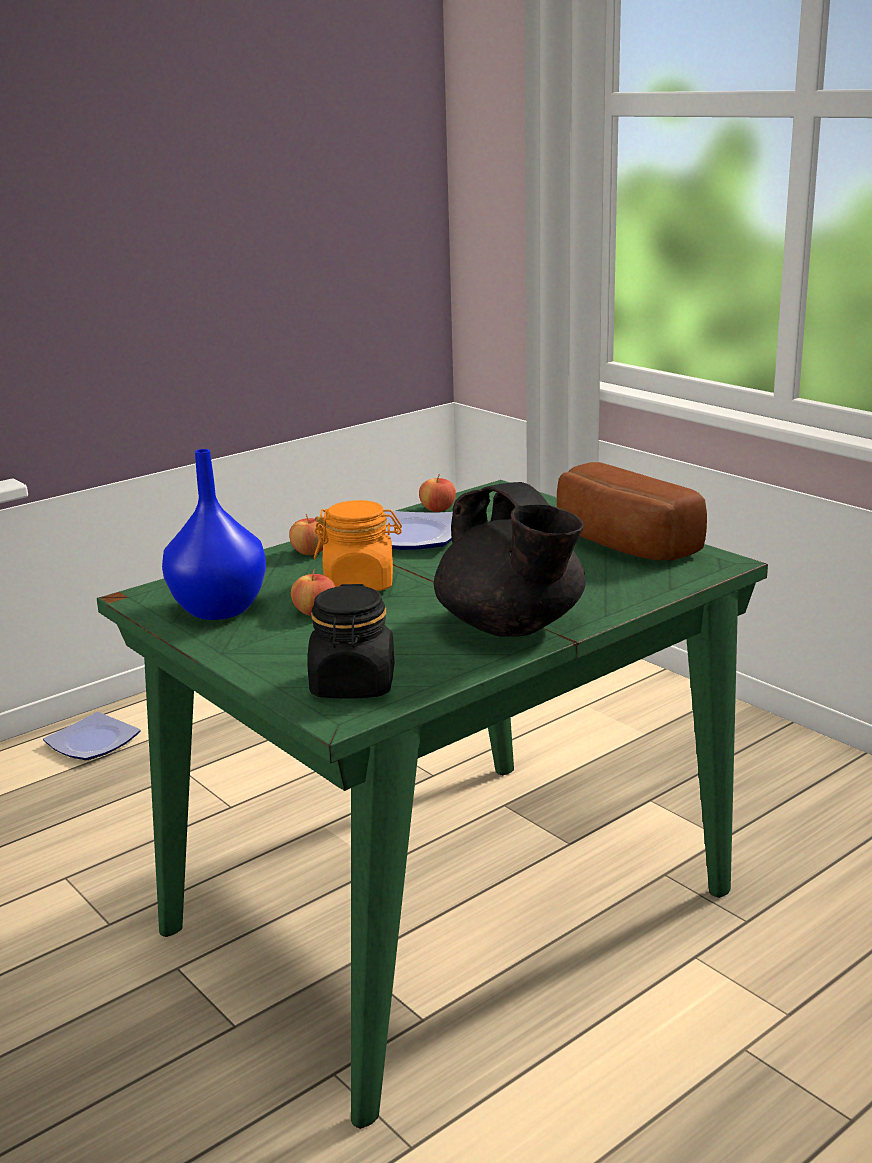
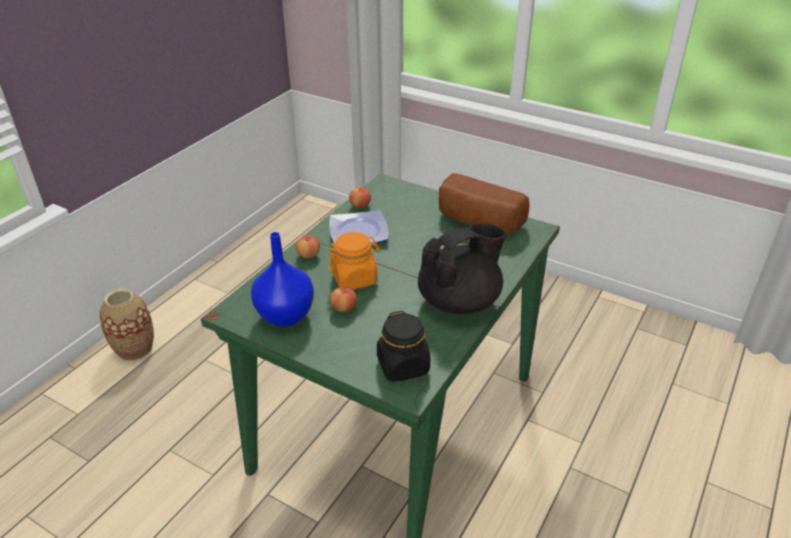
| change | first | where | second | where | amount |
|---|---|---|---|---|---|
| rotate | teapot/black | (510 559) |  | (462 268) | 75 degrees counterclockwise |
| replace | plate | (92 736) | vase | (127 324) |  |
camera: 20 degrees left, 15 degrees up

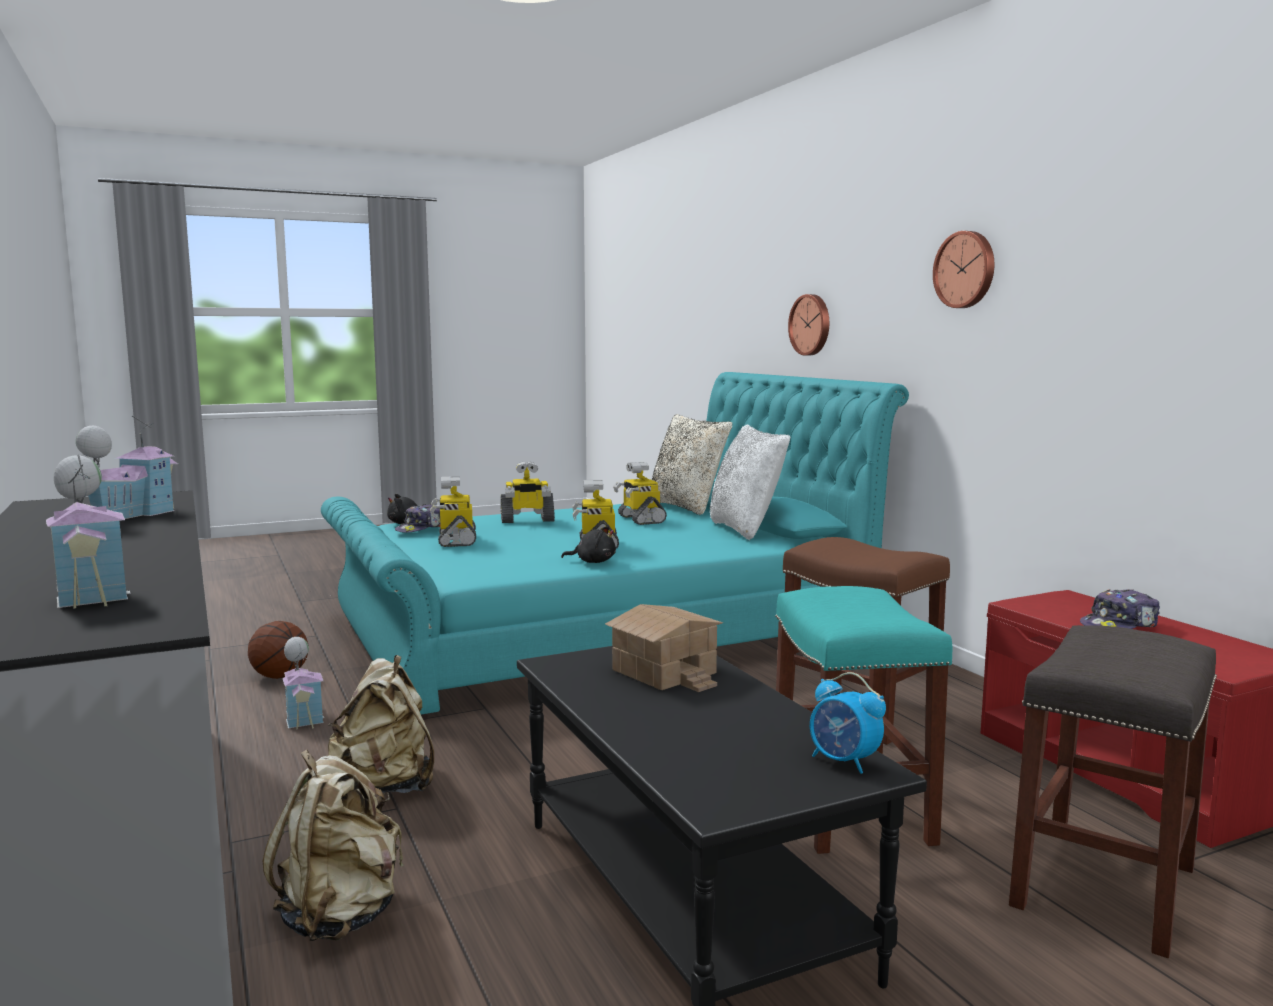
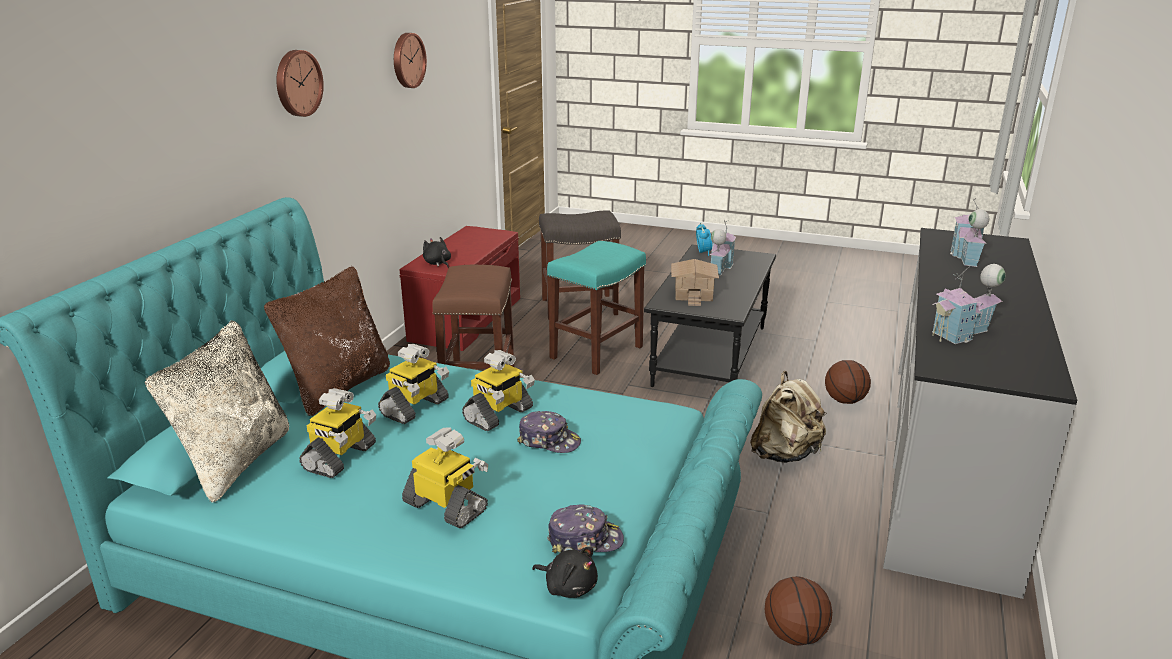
| change | first | where | second | where | amount |
|---|---|---|---|---|---|
| move | wall clock | (808 325) |  | (410 60) |  |
| recolor | pillow/white | (750 482) | pillow/brown | (326 341) |  |
| move | toy robot | (453 511) |  | (413 384) |  |
| move | plush toy/black | (588 544) |  | (437 252) |  |
| move | cap | (1120 609) |  | (549 432) |  |
| move | toy house | (303 683) |  | (722 248) |  |
| replace | backpack/beige | (333 845) | basketball | (848 382) |  |
camera: 135 degrees left, 15 degrees up

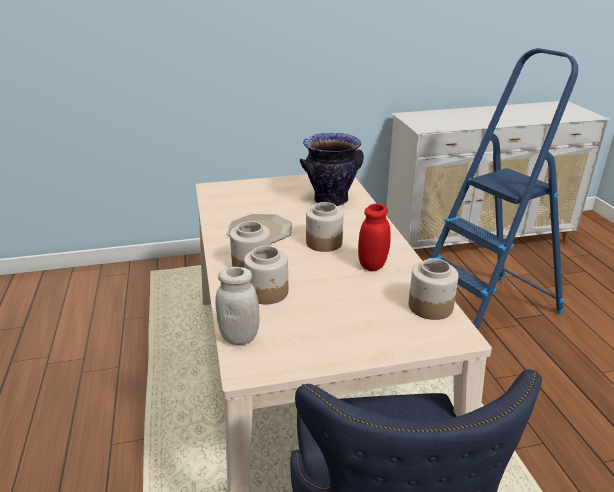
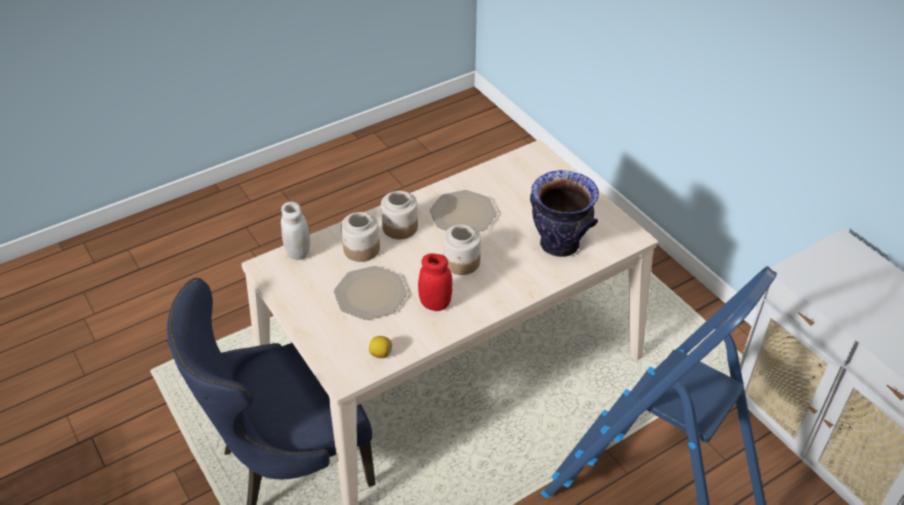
| change | first | where | second | where | amount |
|---|---|---|---|---|---|
| replace | jar | (434 289) | lemon | (380 347) |  |
| insert |  |  | plate | (370 293) |  |
camera: 70 degrees right, 15 degrees up

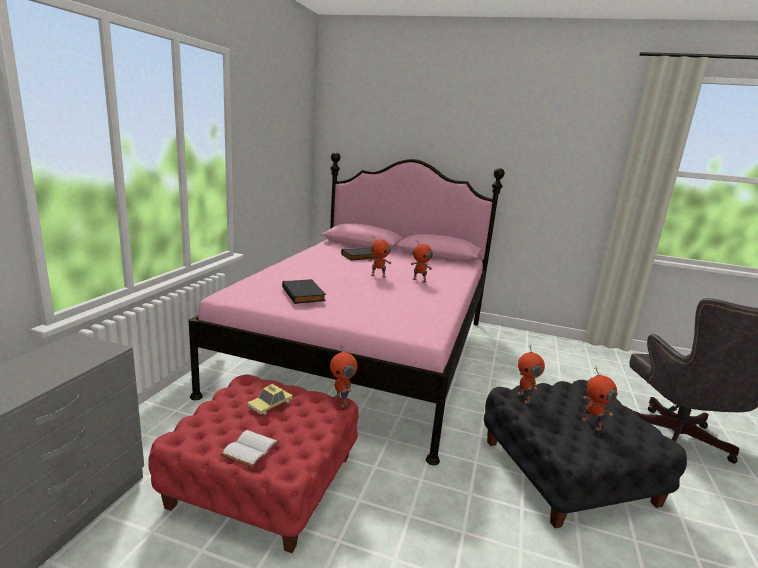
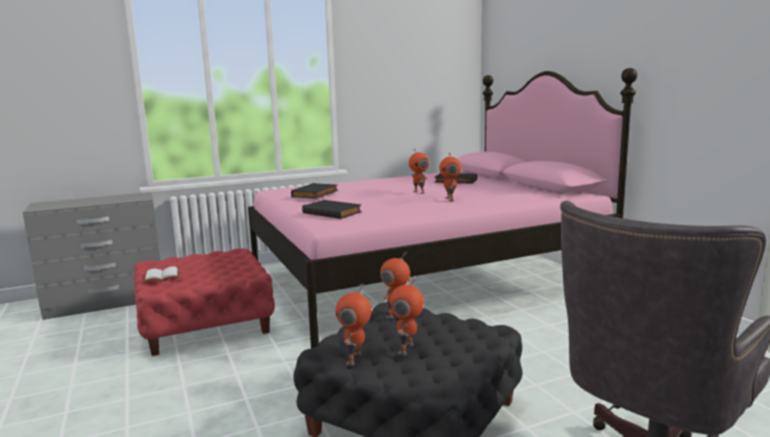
| change | first | where | second | where | amount |
|---|---|---|---|---|---|
| move | toy robot | (343 375) |  | (354 324) |  |
| delete | toy car | (270 399) |  |  |  |
| insert |  |  | book/black | (332 209) |  |
camera: 50 degrees right, 5 degrees down

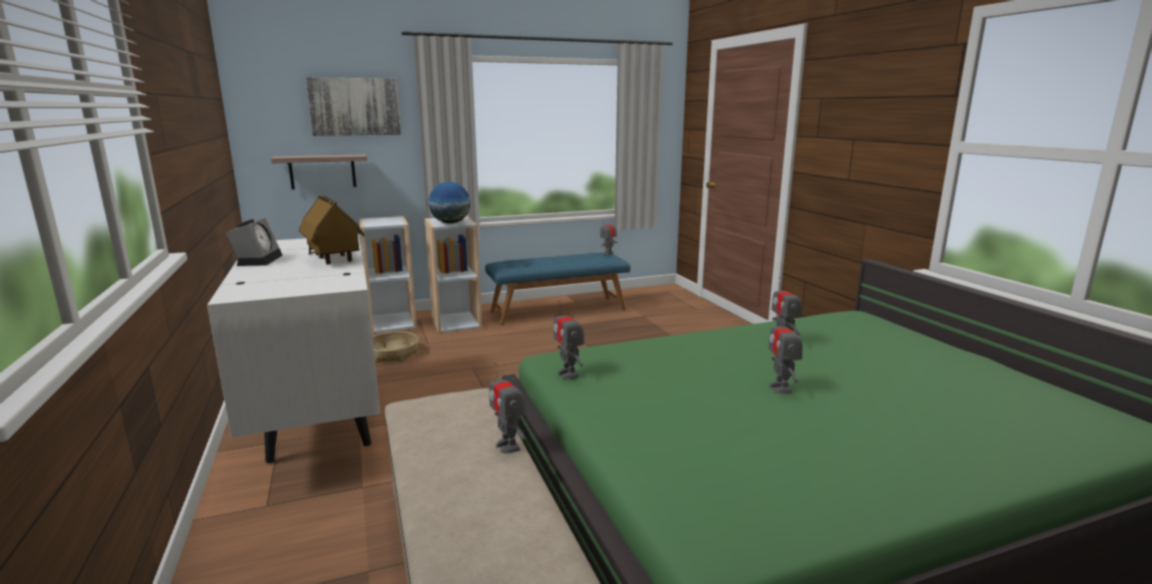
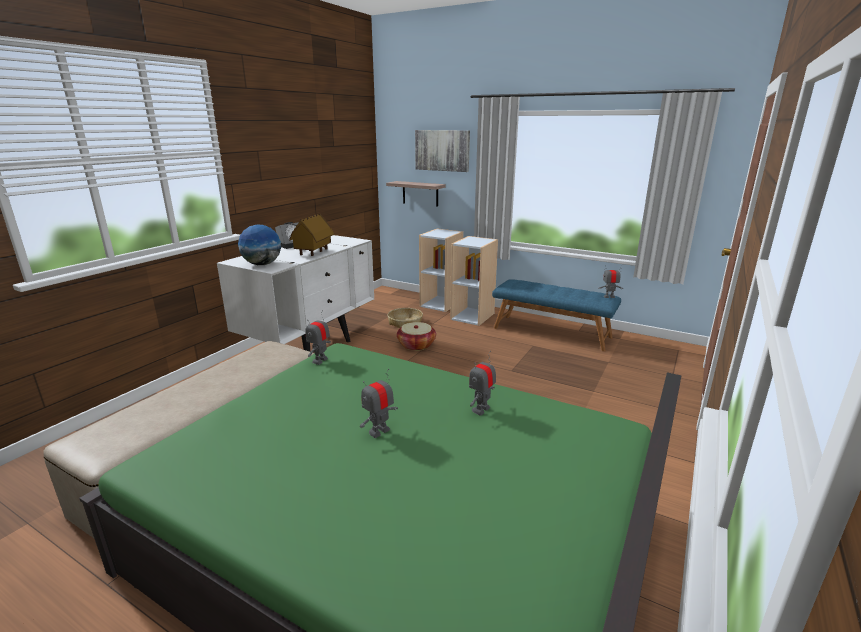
| change | first | where | second | where | amount |
|---|---|---|---|---|---|
| move | globe | (449 203) |  | (259 245) |  |
| delete | toy robot | (507 408) |  |  |  |
| insert |  |  | basket | (416 336) |  |
camera: 50 degrees right, 5 degrees up

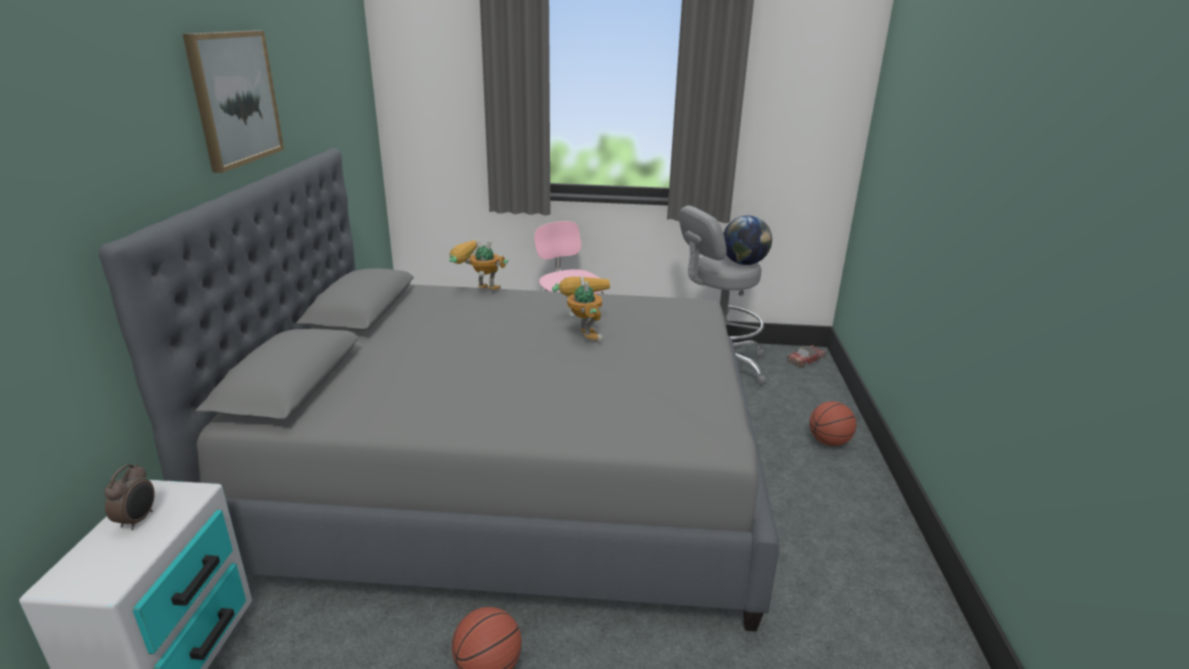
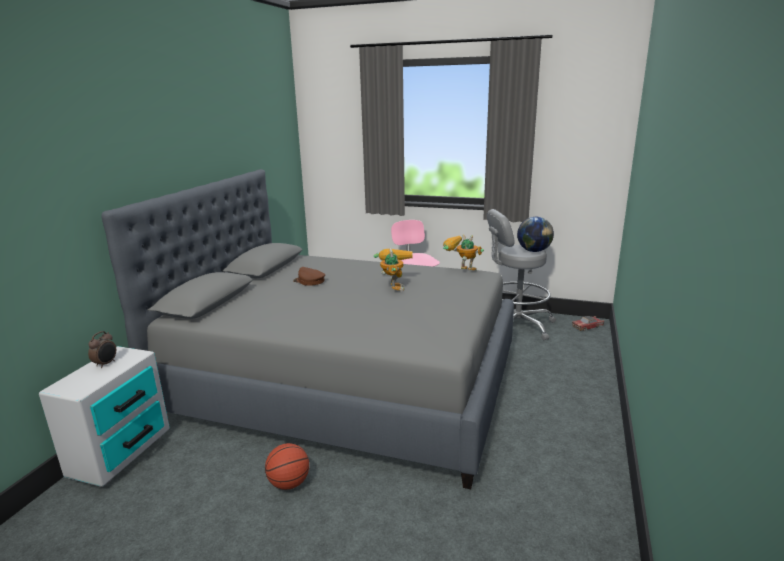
| change | first | where | second | where | amount |
|---|---|---|---|---|---|
| delete | picture | (233 101) |  |  |  |
| move | toy robot | (478 264) |  | (463 252) |  |
| delete | basketball | (833 423) |  |  |  |
| insert |  |  | cap/brown | (309 276) |  |
camera: 15 degrees right, 5 degrees down

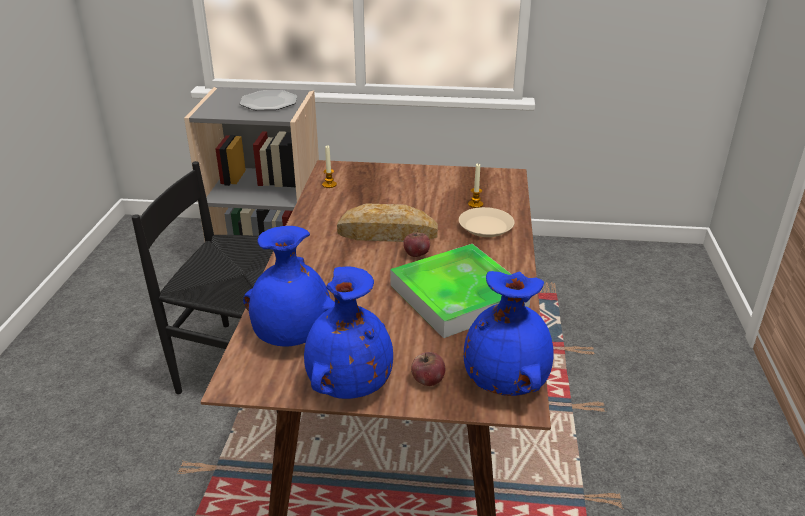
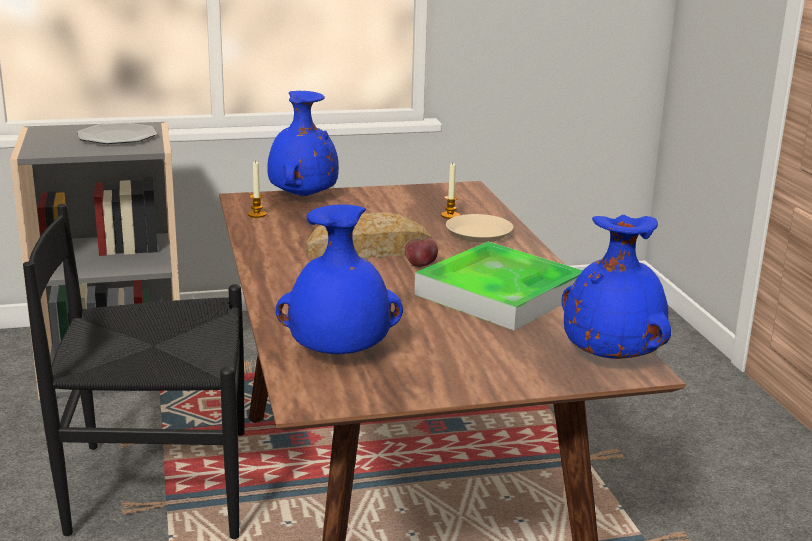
| change | first | where | second | where | amount |
|---|---|---|---|---|---|
| move | vase/blue | (348 332) |  | (303 143) |  |
| delete | apple | (428 369) |  |  |  |
camera: 20 degrees left, 10 degrees down

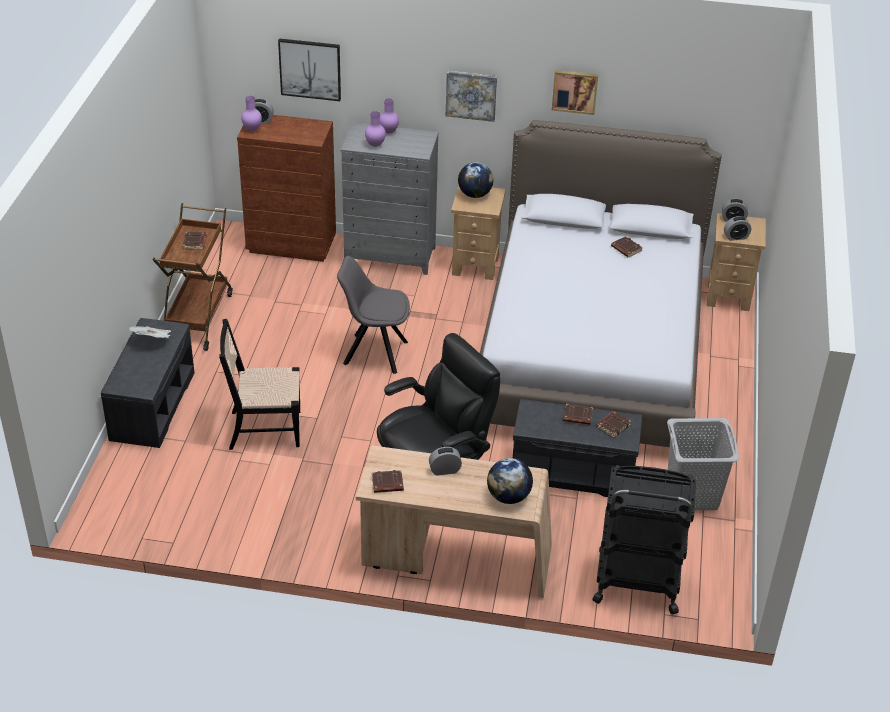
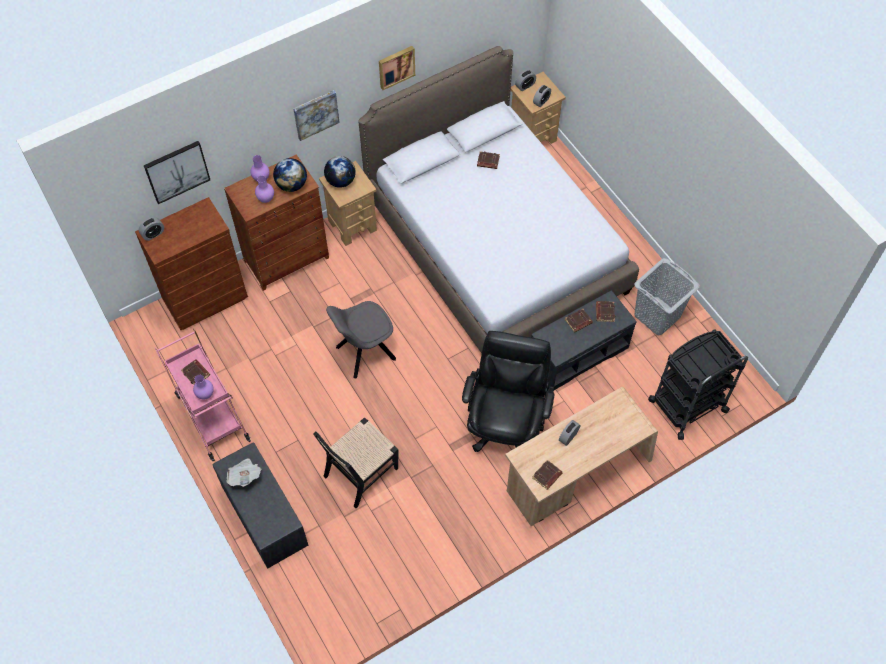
| change | first | where | second | where | amount |
|---|---|---|---|---|---|
| move | vase/purple | (251 113) |  | (203 387) |  |
| recolor | dresser/grey | (389 198) | dresser/brown | (276 222) |  |
| recolor | cart/brown | (192 277) | cart/pink | (203 395) |  |
| move | globe | (510 481) |  | (290 175) |  |
camera: 40 degrees left, 20 degrees up

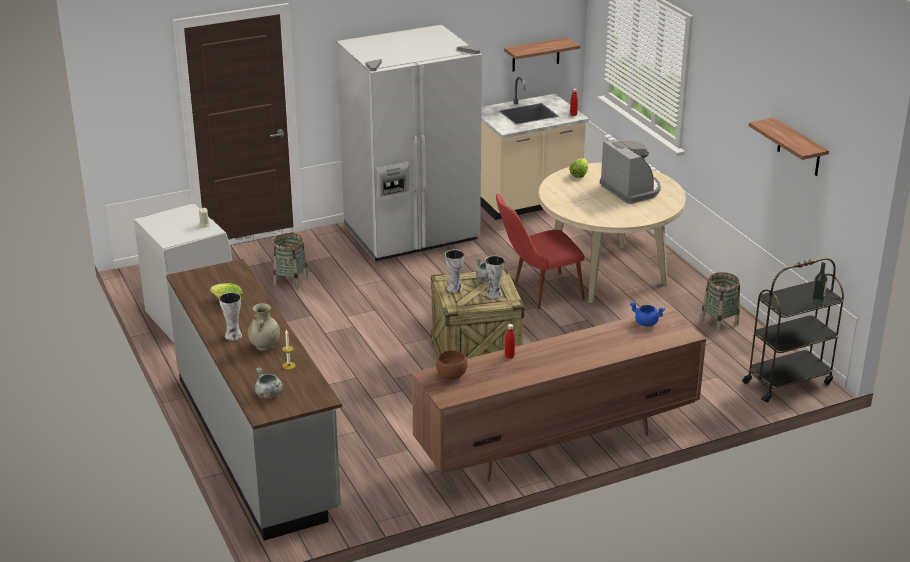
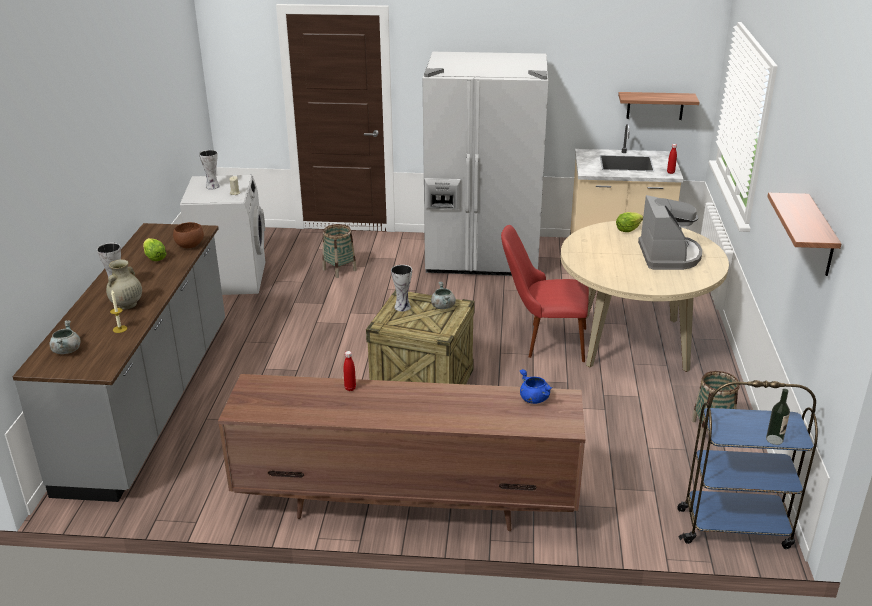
| change | first | where | second | where | amount |
|---|---|---|---|---|---|
| move | vase | (495 277) |  | (209 170) |  |
| recolor | cart/black | (793 330) | cart/blue | (748 464) |  |
| move | bowl/brown | (452 365) |  | (188 235) |  |
camera: 30 degrees right, 0 degrees up

